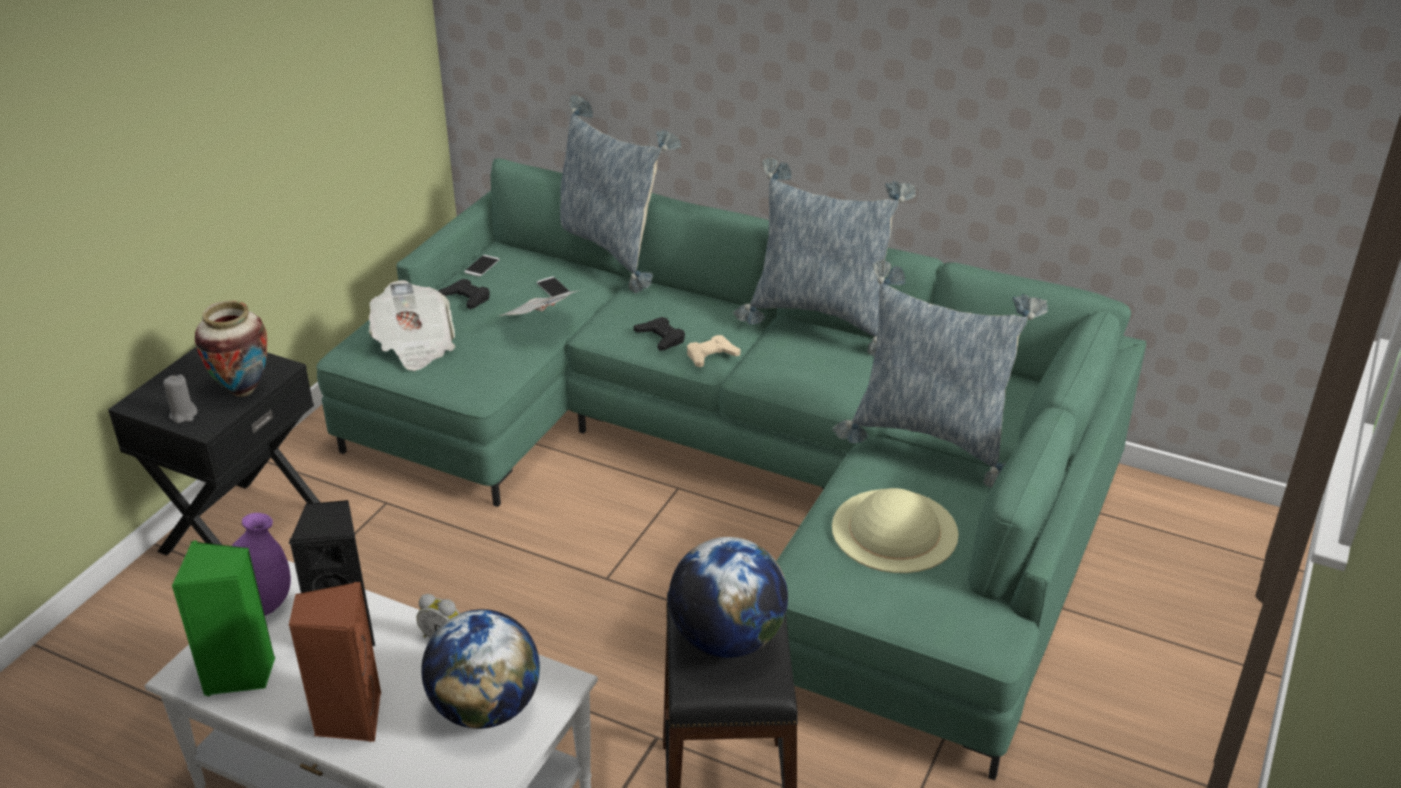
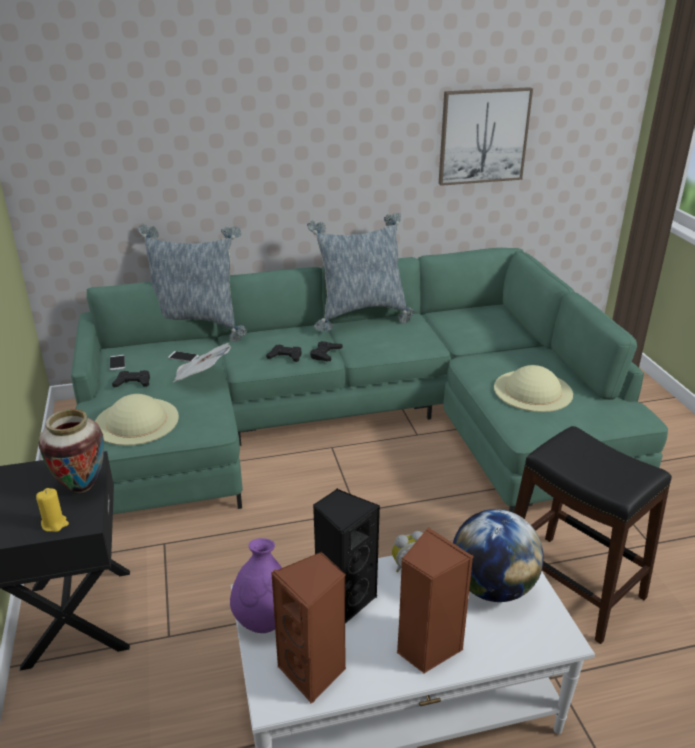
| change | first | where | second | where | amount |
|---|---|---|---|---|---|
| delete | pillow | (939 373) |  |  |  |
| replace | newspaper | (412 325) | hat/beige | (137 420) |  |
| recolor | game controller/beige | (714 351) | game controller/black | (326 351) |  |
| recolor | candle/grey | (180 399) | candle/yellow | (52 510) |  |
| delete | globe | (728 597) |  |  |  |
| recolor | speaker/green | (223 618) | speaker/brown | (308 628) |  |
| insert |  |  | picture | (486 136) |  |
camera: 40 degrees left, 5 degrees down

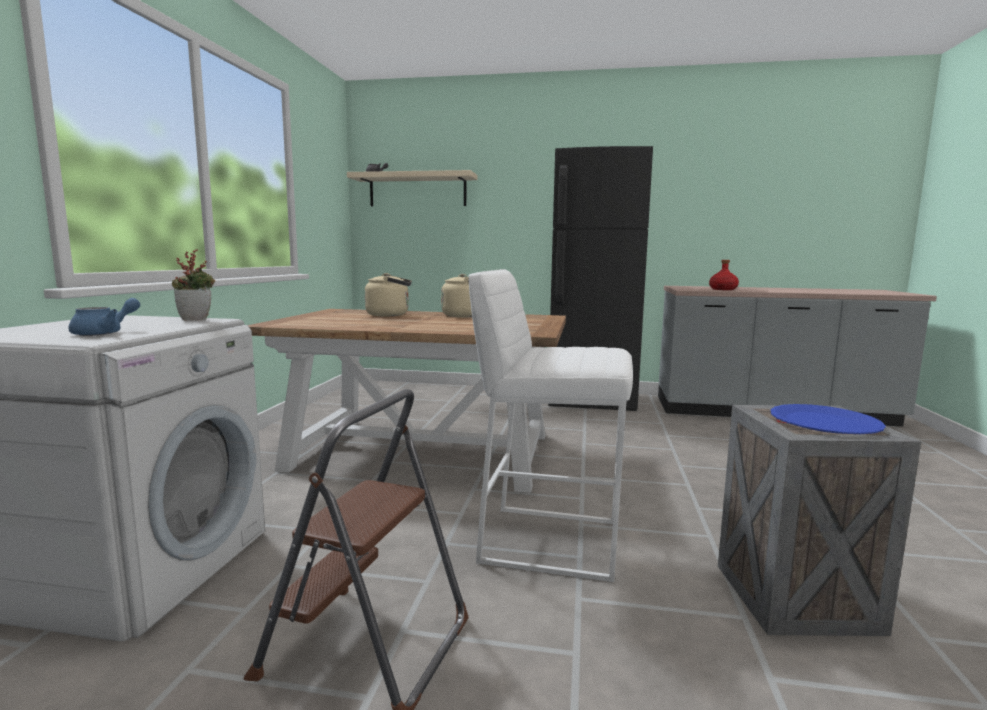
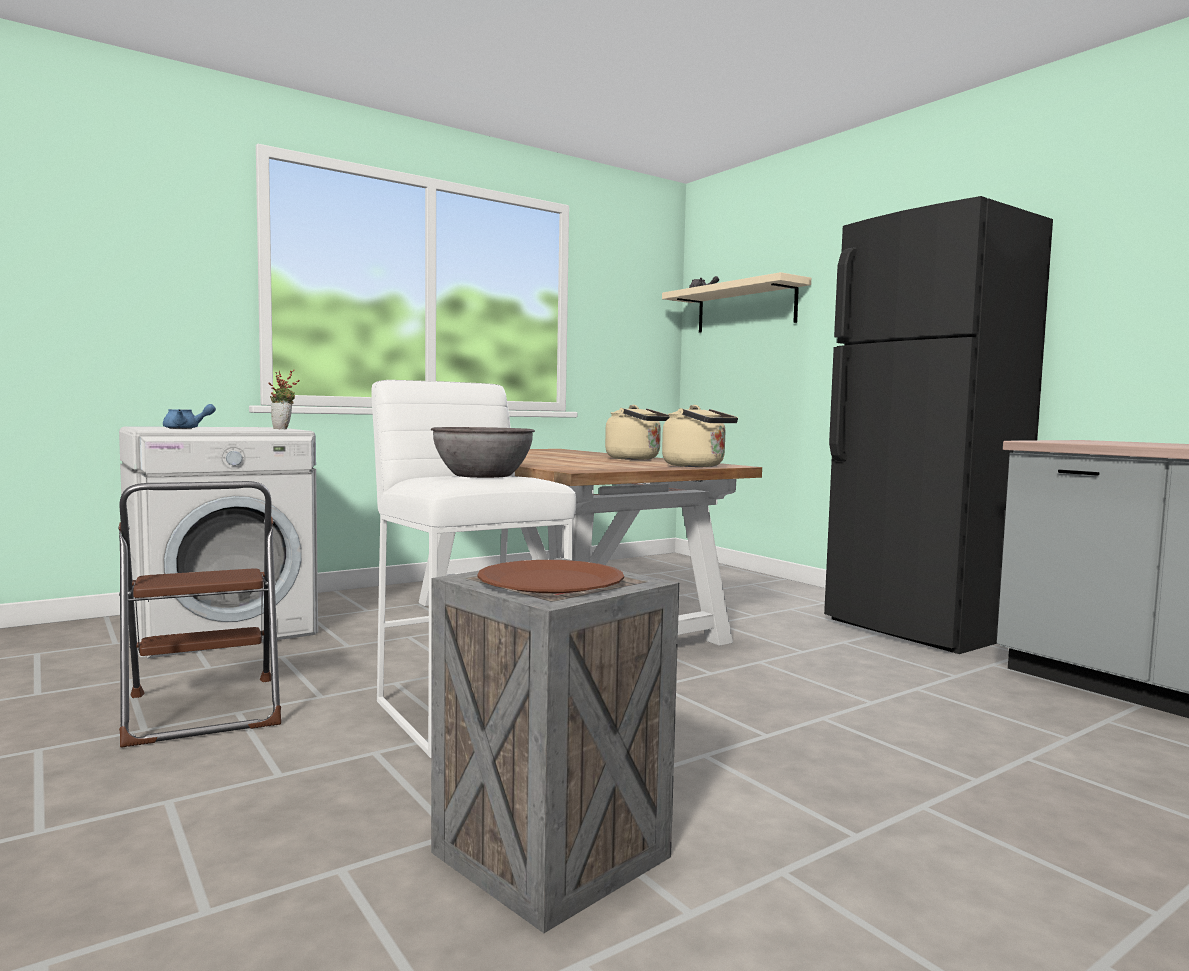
| change | first | where | second | where | amount |
|---|---|---|---|---|---|
| delete | bottle/red | (724 275) |  |  |  |
| move | kettle/beige | (388 294) |  | (700 436) |  |
| recolor | plate/blue | (828 419) | plate/brown | (550 576) |  |
| insert |  |  | bowl/grey | (483 452) |  |
camera: 45 degrees right, 5 degrees down

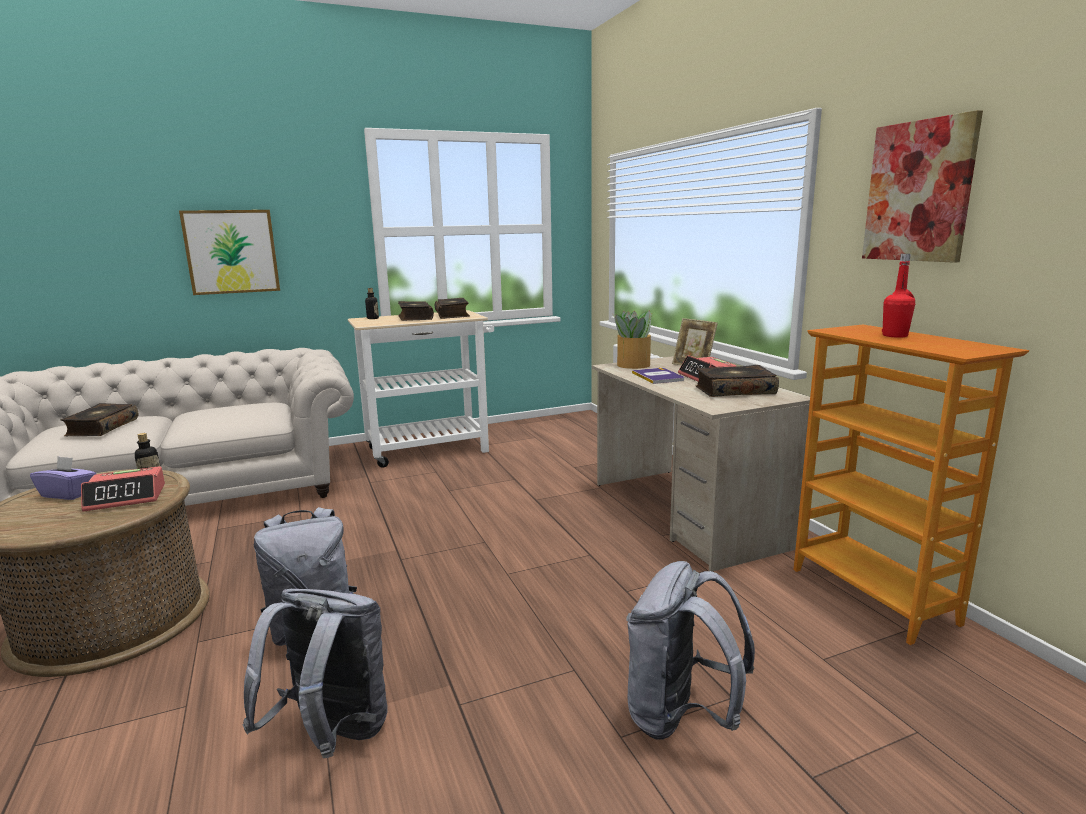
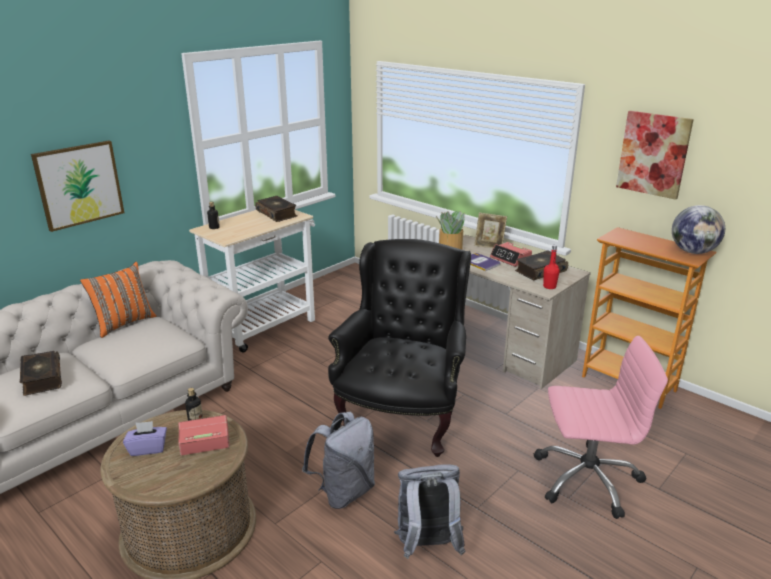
| change | first | where | second | where | amount |
|---|---|---|---|---|---|
| move | bottle/red | (898 296) |  | (551 267) |  |
| delete | book | (416 311) |  |  |  |
| rotate | alarm clock | (123 489) |  | (204 435) | 150 degrees counterclockwise |
| replace | backpack/grey | (690 650) | office chair/pink | (601 427) |  |
| insert |  |  | globe | (698 229) |  |
| insert |  |  | armchair/black | (399 348) |  |
| insert |  |  | pillow/orange | (118 300) |  |
camera: 25 degrees left, 10 degrees up

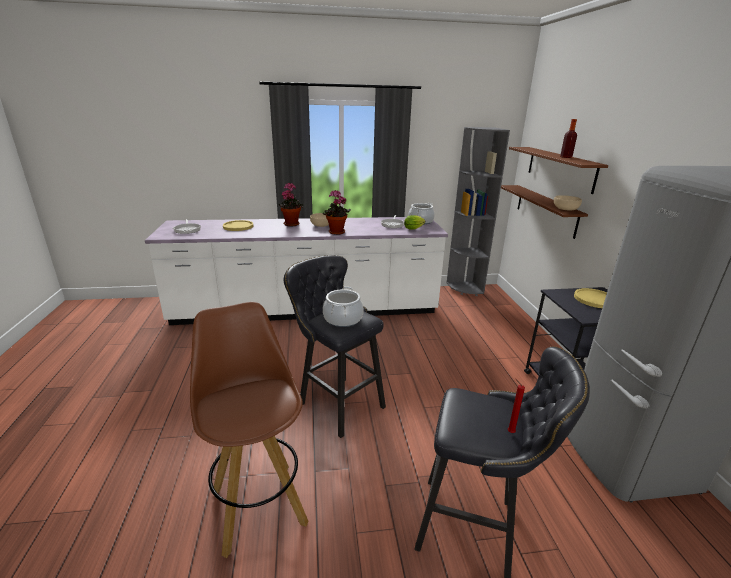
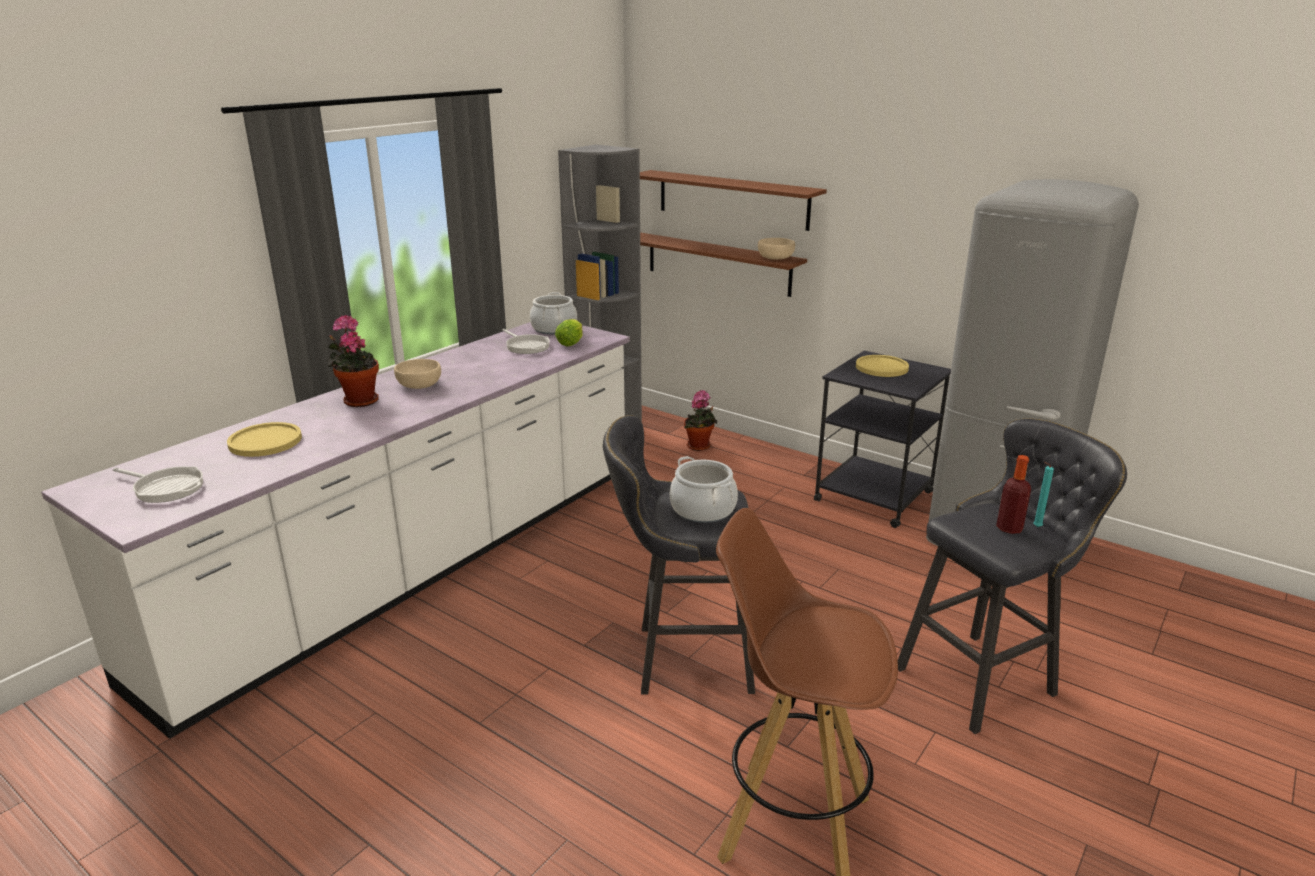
| change | first | where | second | where | amount |
|---|---|---|---|---|---|
| move | bottle | (568 138) |  | (1013 494) |  |
| move | potted plant | (337 212) |  | (700 420) |  |
| recolor | candle/red | (516 406) | candle/turquoise | (1043 494) |  |
camera: 45 degrees left, 0 degrees up

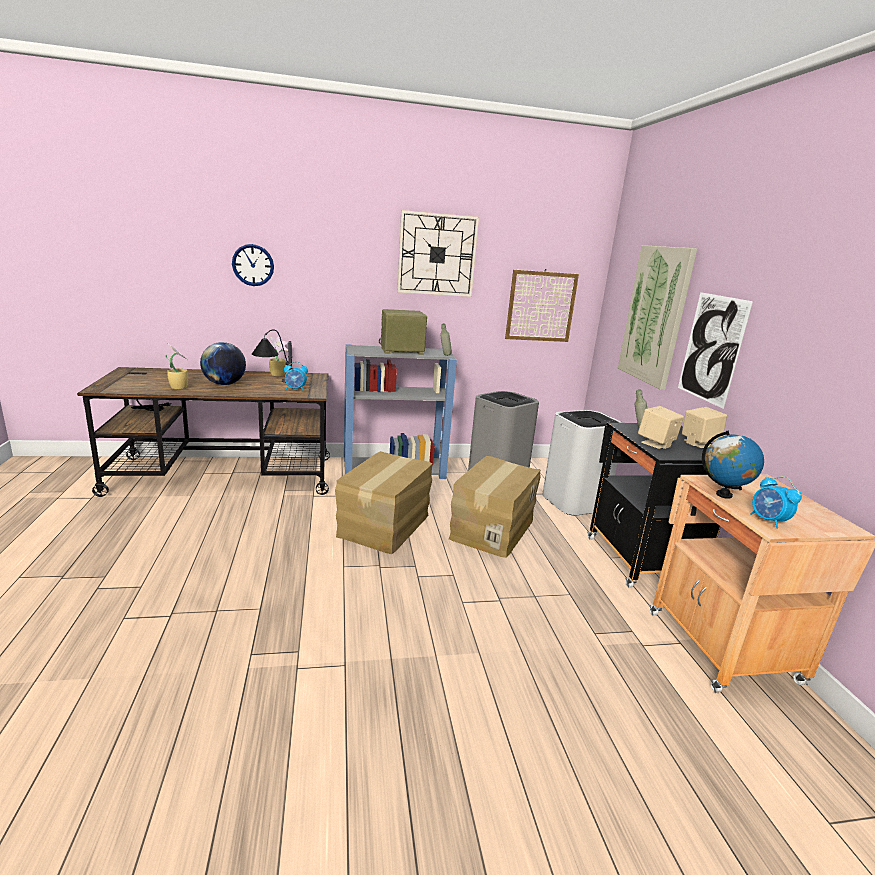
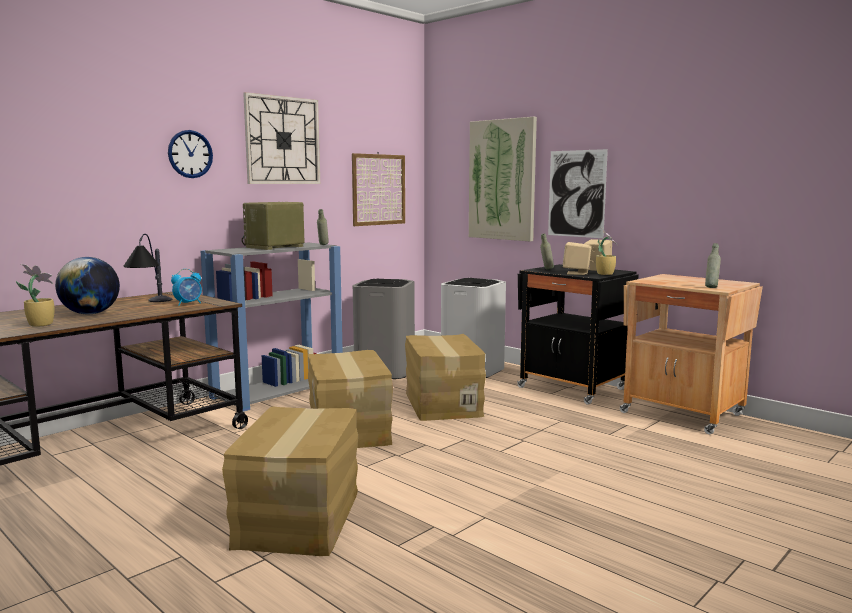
| change | first | where | second | where | amount |
|---|---|---|---|---|---|
| move | wall clock | (253 265) |  | (190 154) |  |
| move | potted plant | (278 356) |  | (607 251) |  |
| delete | globe | (733 465) |  |  |  |
| replace | alarm clock | (776 502) | bottle/grey | (713 265) |  |
| insert |  |  | cardboard box | (290 481) |  |
camera: 35 degrees left, 10 degrees down

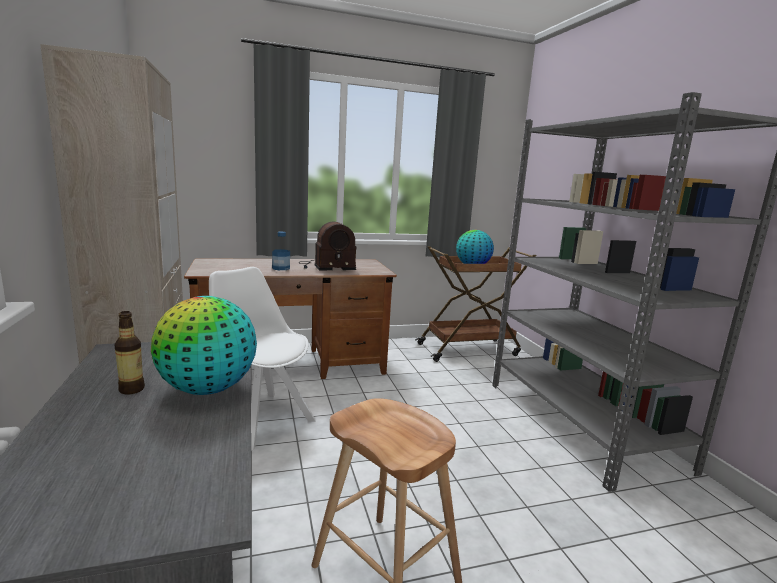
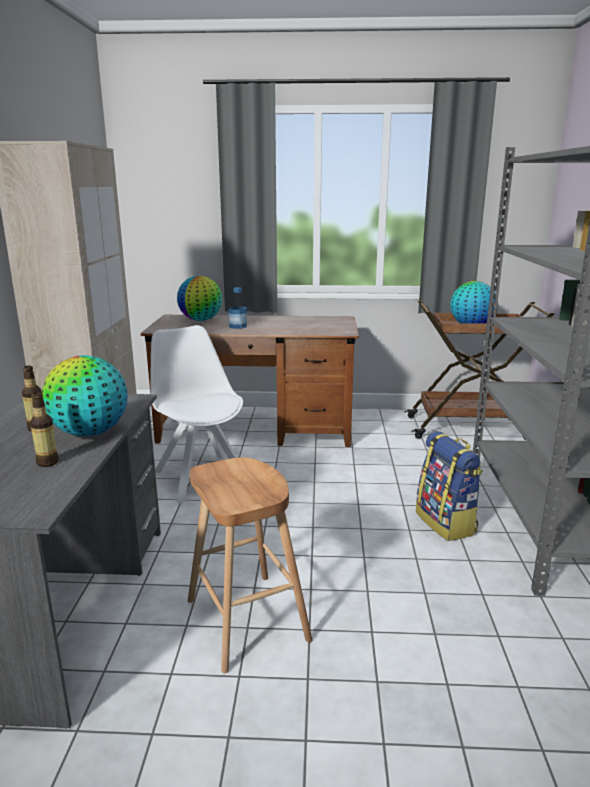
| change | first | where | second | where | amount |
|---|---|---|---|---|---|
| delete | radio | (328 246) |  |  |  |
| insert |  |  | globe | (199 298) |  |
| insert |  |  | bottle | (44 429) |  |
| insert |  |  | backpack | (449 486) |  |
camera: 20 degrees right, 5 degrees up

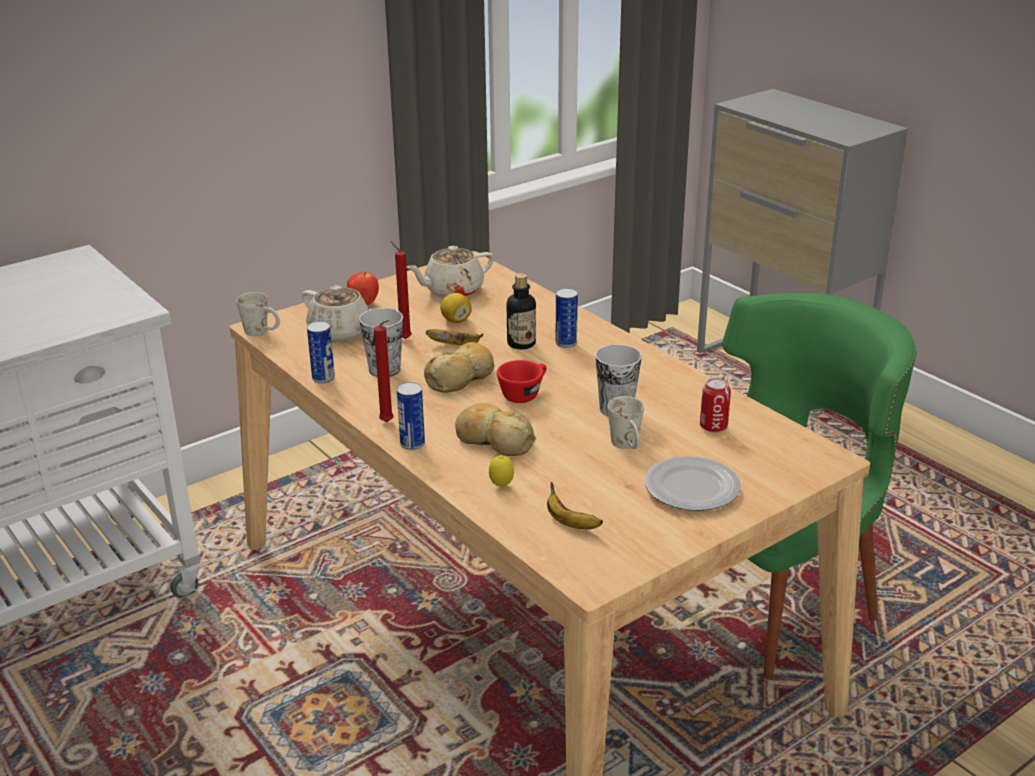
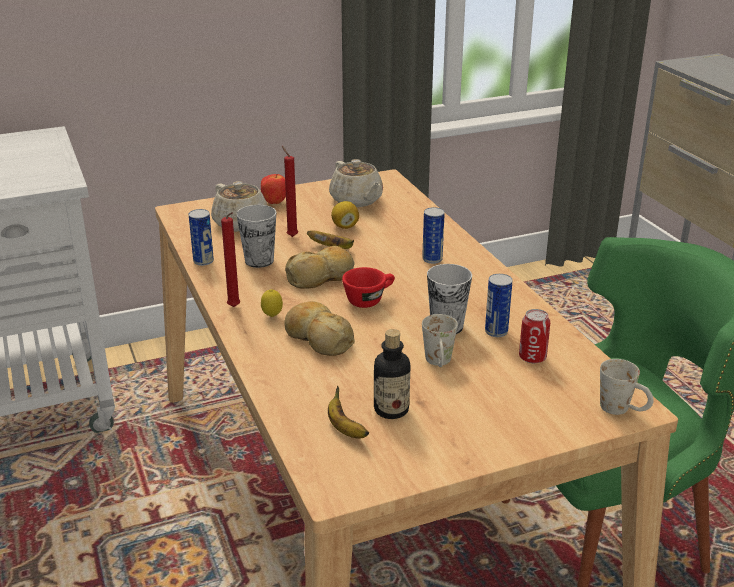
| change | first | where | second | where | amount |
|---|---|---|---|---|---|
| rotate | teapot/beige | (450 272) |  | (356 183) | 105 degrees counterclockwise |
| move | bottle | (521 311) |  | (392 374) |  |
| move | mug/white | (258 314) |  | (627 387) |  |
| move | can | (411 416) |  | (499 305) |  |
| move | lemon | (501 471) |  | (272 303) |  |
| delete | plate | (693 483) |  |  |  |
camera: 15 degrees right, 0 degrees up

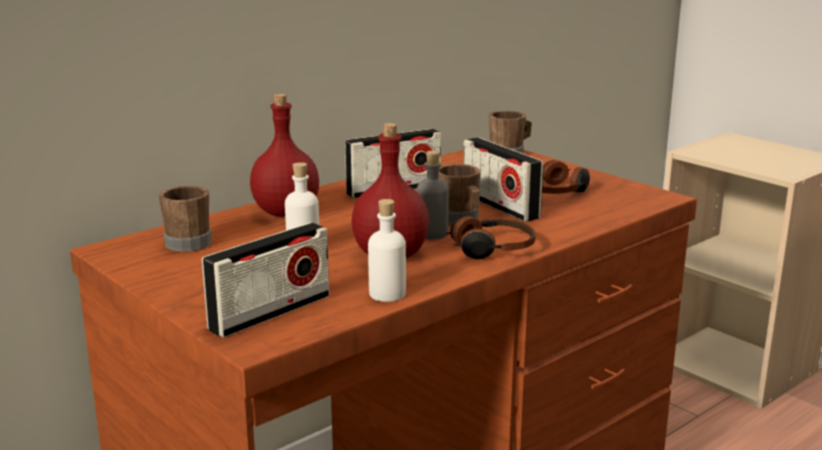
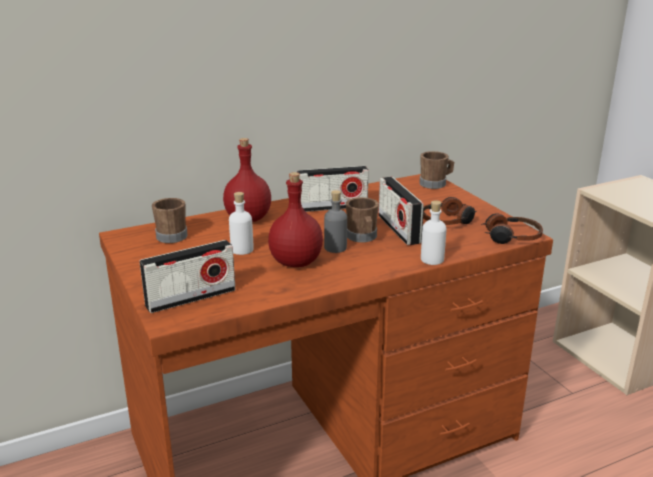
| change | first | where | second | where | amount |
|---|---|---|---|---|---|
| move | bottle/white | (387 250) |  | (433 232) |  |
| move | headphones | (491 237) |  | (512 229) |  |
camera: 15 degrees right, 5 degrees up

